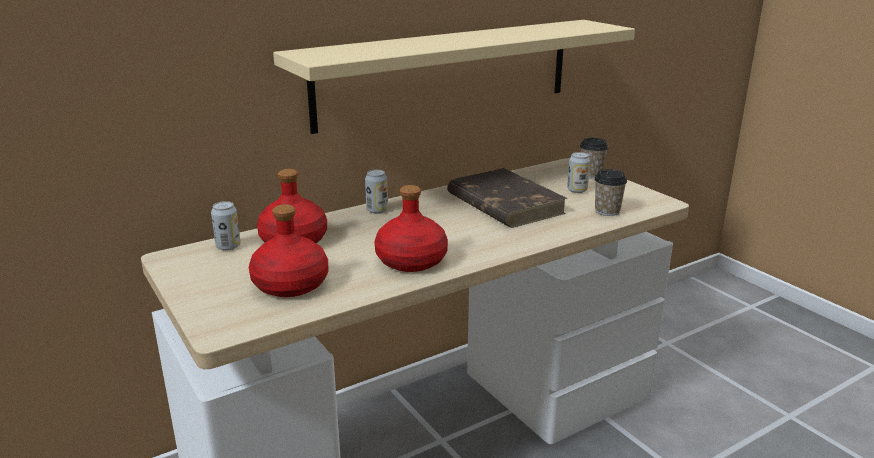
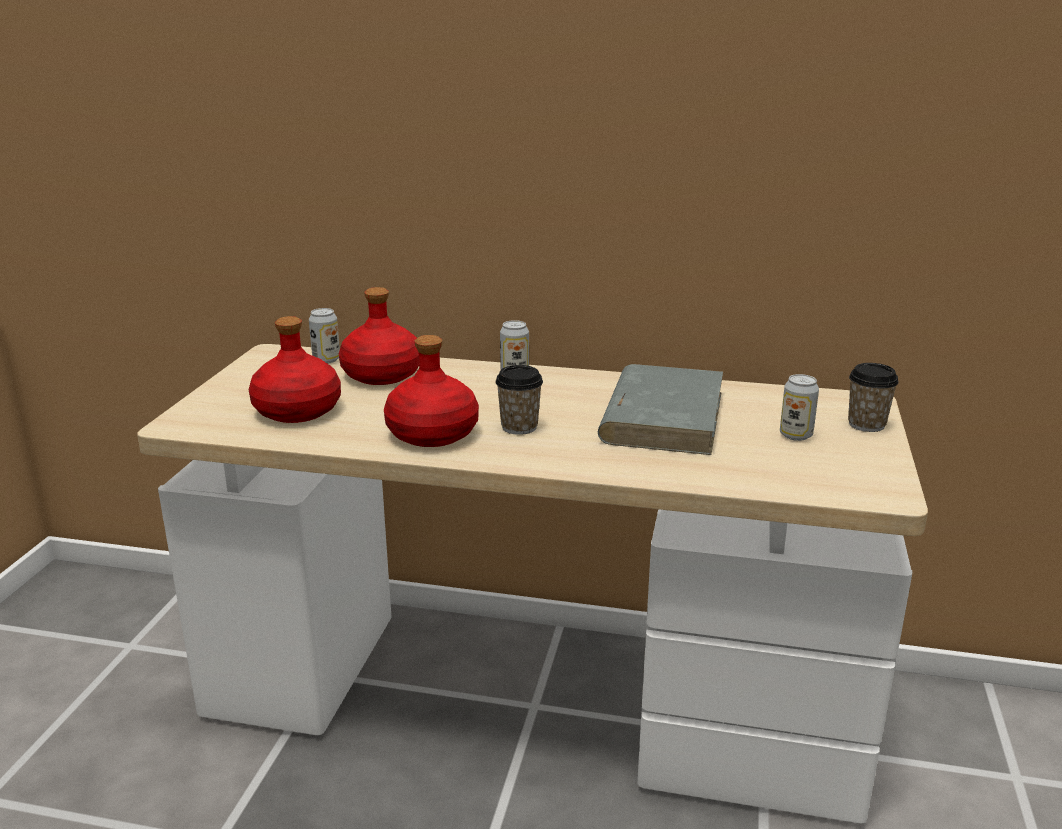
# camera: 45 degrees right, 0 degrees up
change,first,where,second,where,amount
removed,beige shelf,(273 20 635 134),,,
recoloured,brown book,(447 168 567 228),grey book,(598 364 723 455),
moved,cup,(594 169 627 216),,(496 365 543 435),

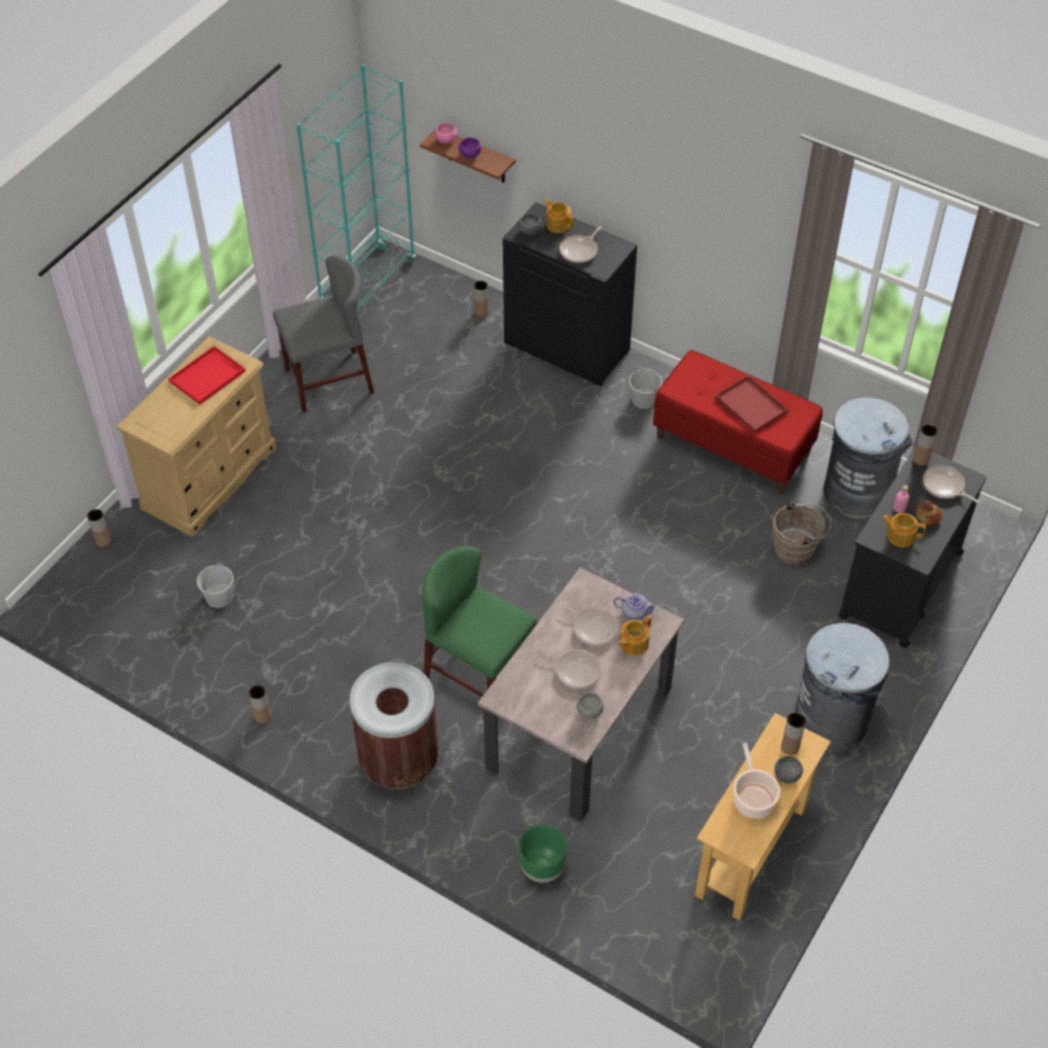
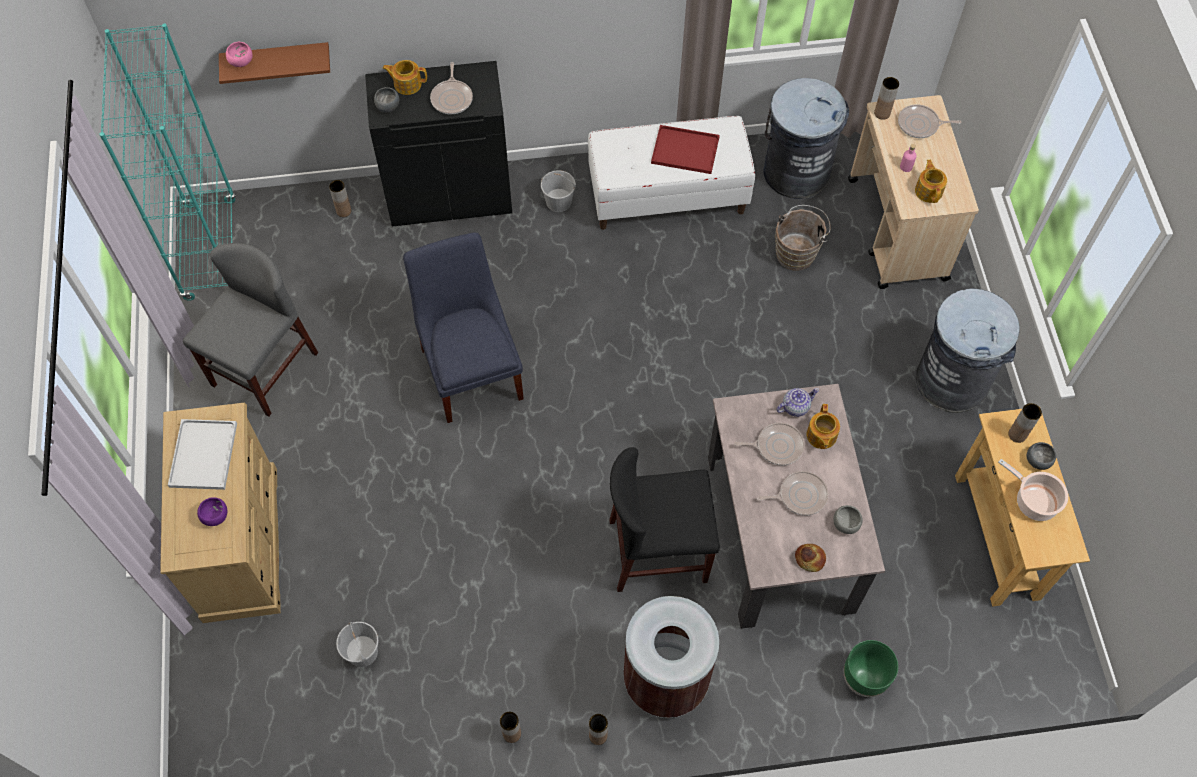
# camera: 40 degrees left, 10 degrees up
change,first,where,second,where,amount
moved,purple bowl,(459 138 481 158),,(197 497 227 526),
recoloured,red tray,(168 346 245 405),white tray,(168 419 237 490),
recoloured,red bench,(653 350 823 495),white bench,(588 116 755 230),
recoloured,black cart,(838 447 987 648),beige cart,(848 95 979 289),
moved,bread,(916 500 942 525),,(795 544 826 572),
moved,brown vase,(87 509 111 547),,(589 714 608 745),
turned,teapot,(882 513 926 547),,(915 160 947 203),105 degrees clockwise
recoloured,green chair,(422 546 537 697),black chair,(609 447 720 592),
added,,,blue chair,(403 232 524 423),

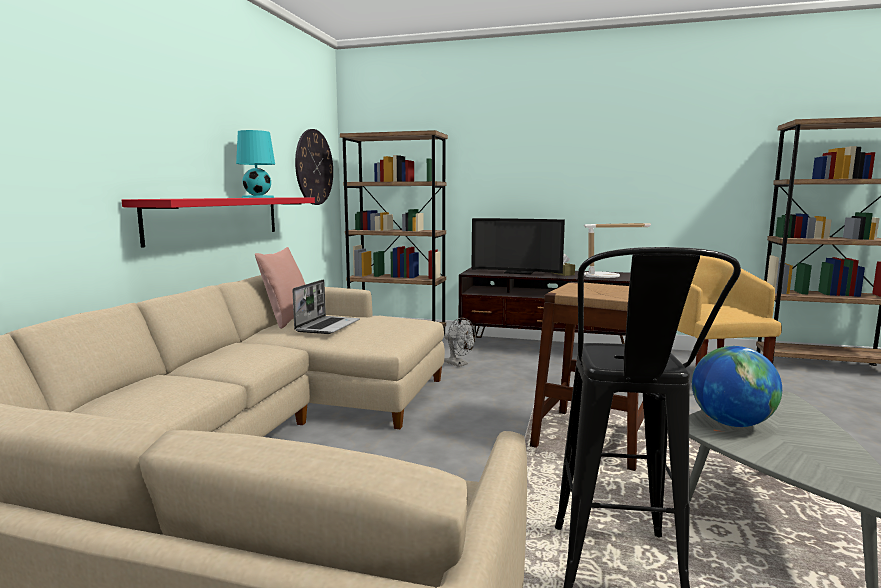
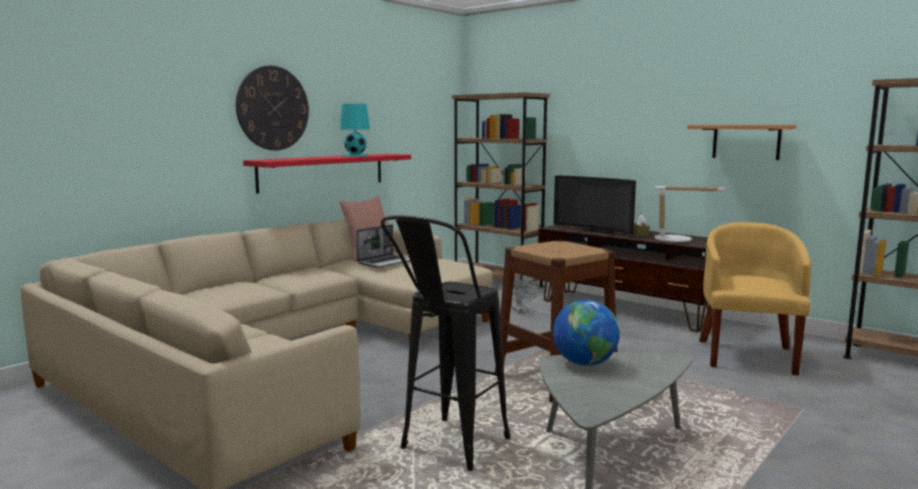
# camera: 25 degrees right, 0 degrees up
change,first,where,second,where,amount
moved,wall clock,(295 129 333 205),,(236 66 309 150),
added,,,shelf,(687 125 796 160),

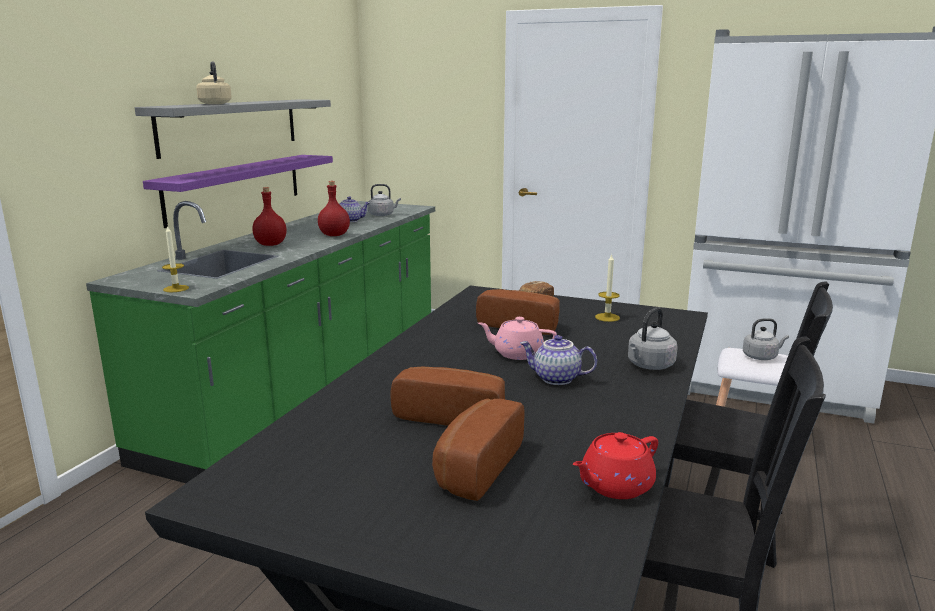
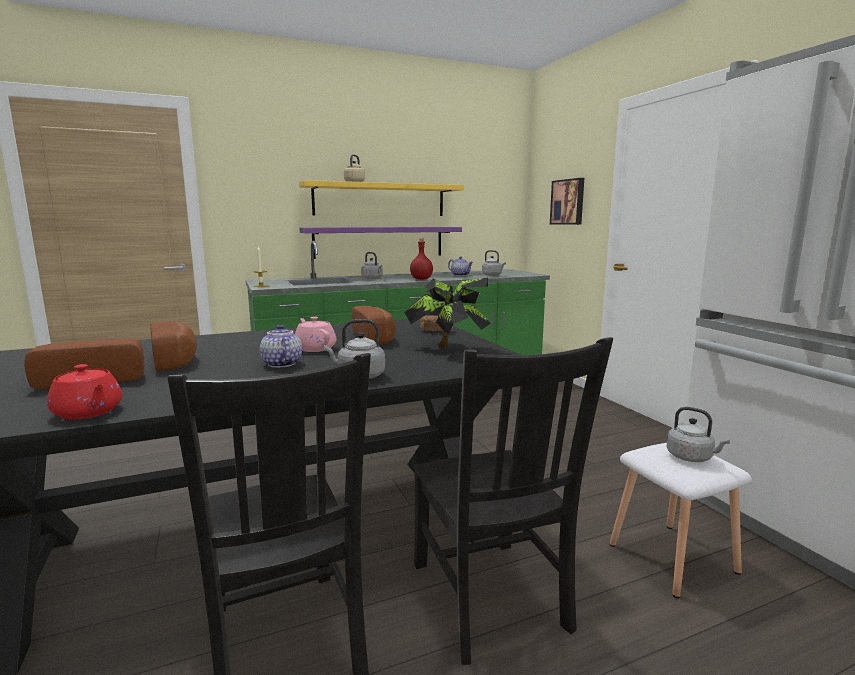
# camera: 45 degrees right, 5 degrees down
change,first,where,second,where,amount
recoloured,grey shelf,(135 99 331 159),yellow shelf,(299 180 464 216),
replaced,red bottle,(252 187 287 246),grey kettle,(361 252 383 279),
replaced,candle,(595 254 620 322),potted plant,(404 278 491 347),
turned,red teapot,(573 432 658 499),,(47 364 122 420),150 degrees counterclockwise
added,,,picture,(550 178 584 225),

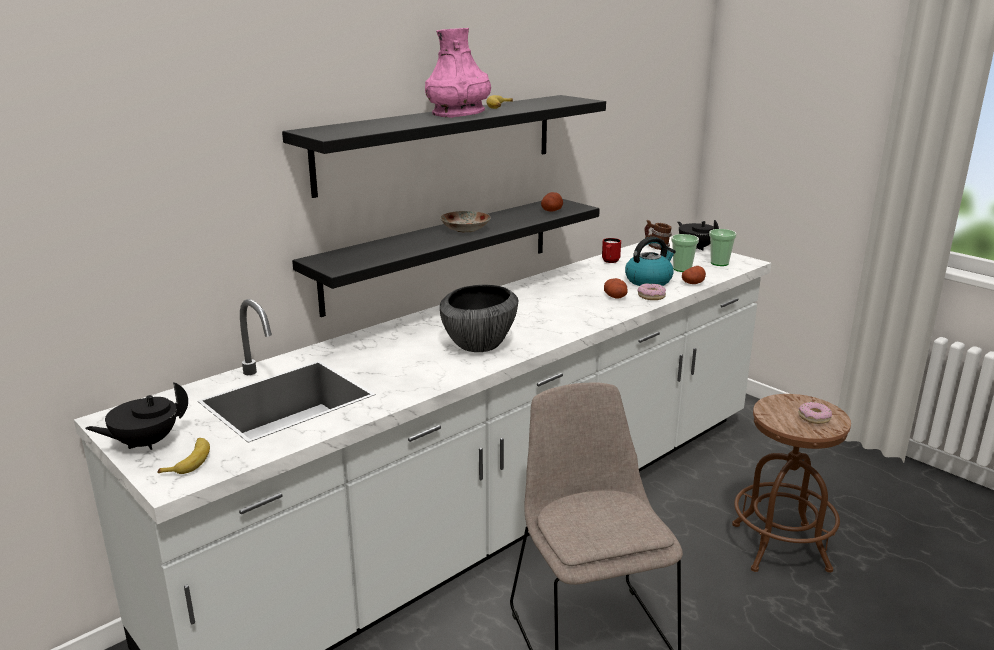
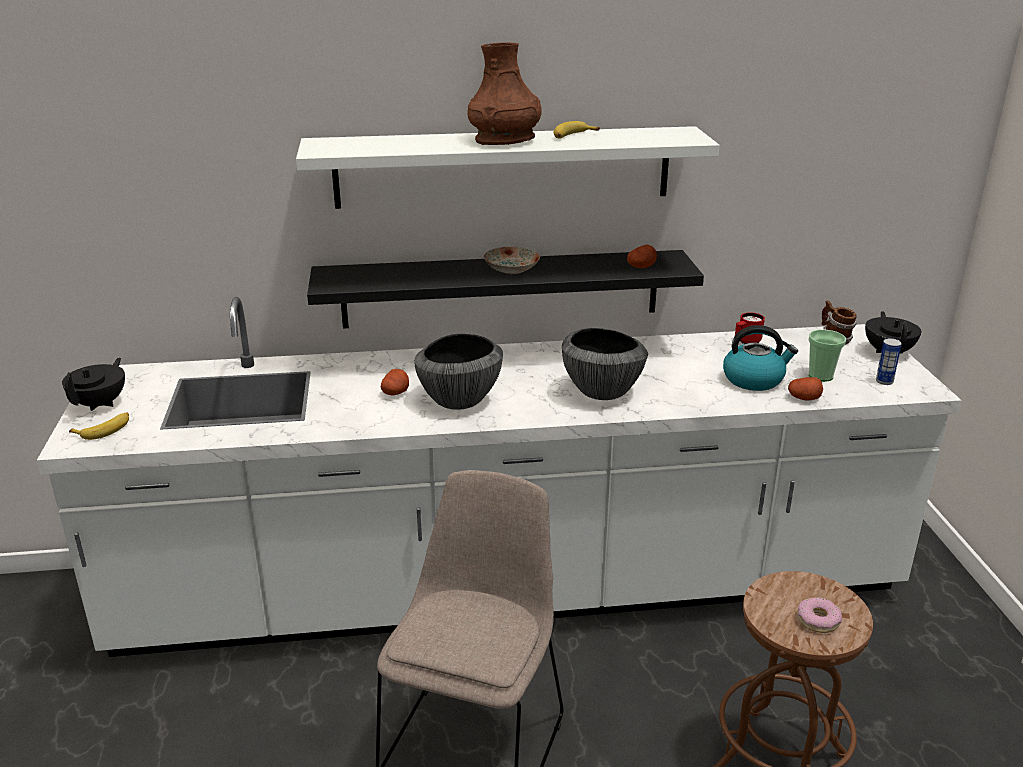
# camera: 35 degrees right, 5 degrees up
change,first,where,second,where,amount
recoloured,pink vase,(425 28 491 118),brown vase,(467 42 542 145),
recoloured,black shelf,(282 95 606 198),white shelf,(296 126 720 209),
replaced,cup,(709 229 737 266),can,(876 338 902 385),
moved,potato,(604 278 628 299),,(381 369 409 395),
removed,donut,(637 283 666 300),,,
turned,black teapot,(85 382 188 450),,(62 358 125 411),105 degrees clockwise
added,,,bowl,(562 328 648 400),

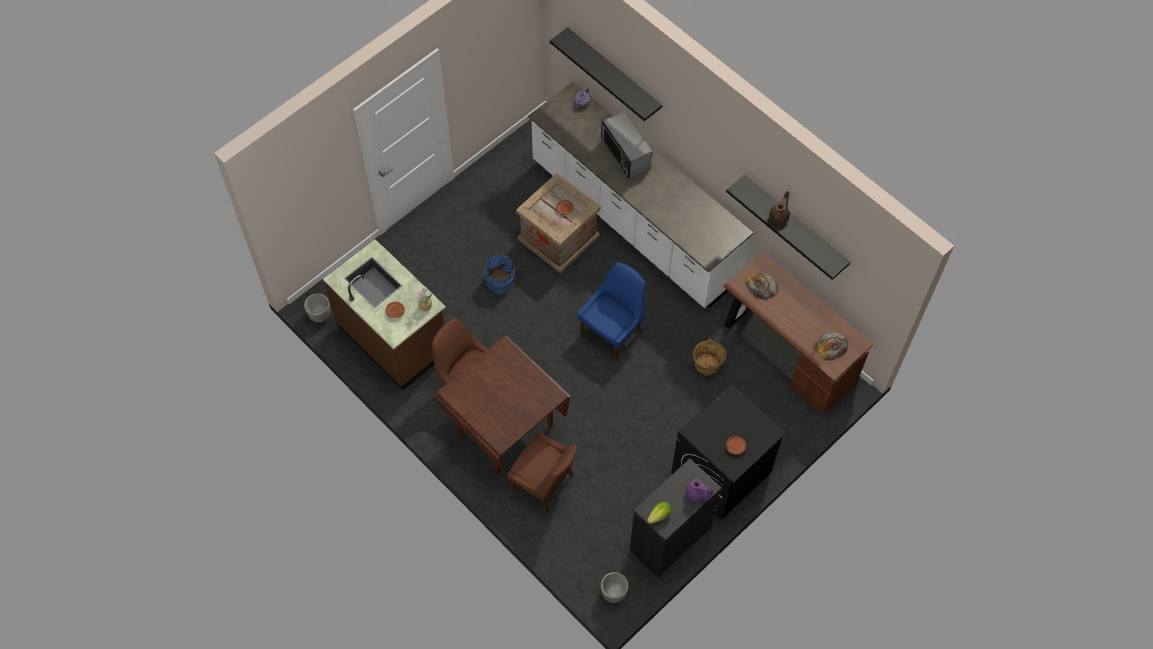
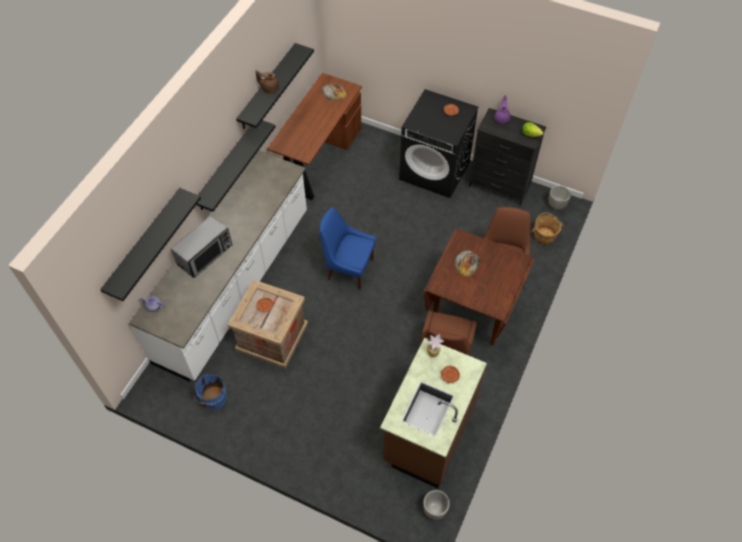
# camera: 110 degrees left, 5 degrees down
change,first,where,second,where,amount
moved,blue bucket,(482 255 515 293),,(193 374 227 410),
moved,bread,(745 272 778 299),,(454 250 481 277),
moved,brown bucket,(693 338 727 376),,(531 212 564 245),
added,,,black shelf,(196 120 275 212),

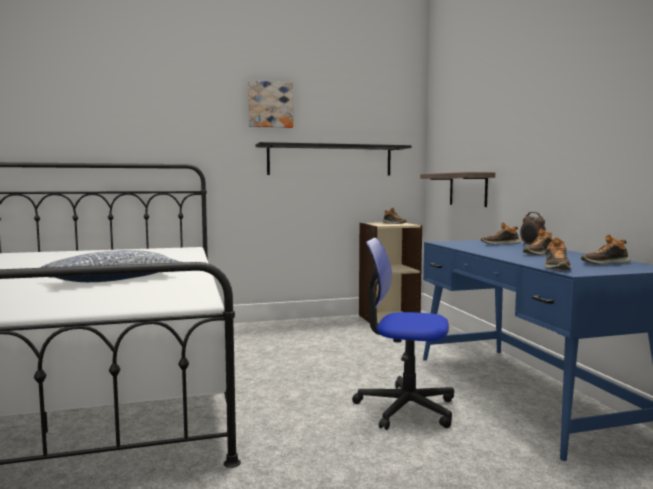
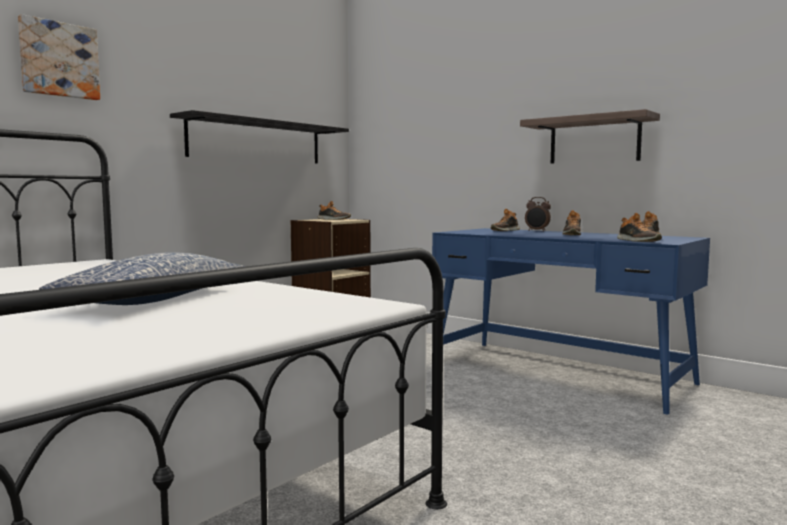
# camera: 35 degrees left, 0 degrees up
change,first,where,second,where,amount
moved,picture,(248 80 293 128),,(18 14 100 100),
moved,shelf,(420 172 495 207),,(520 109 660 164),
removed,office chair,(352 238 454 430),,,

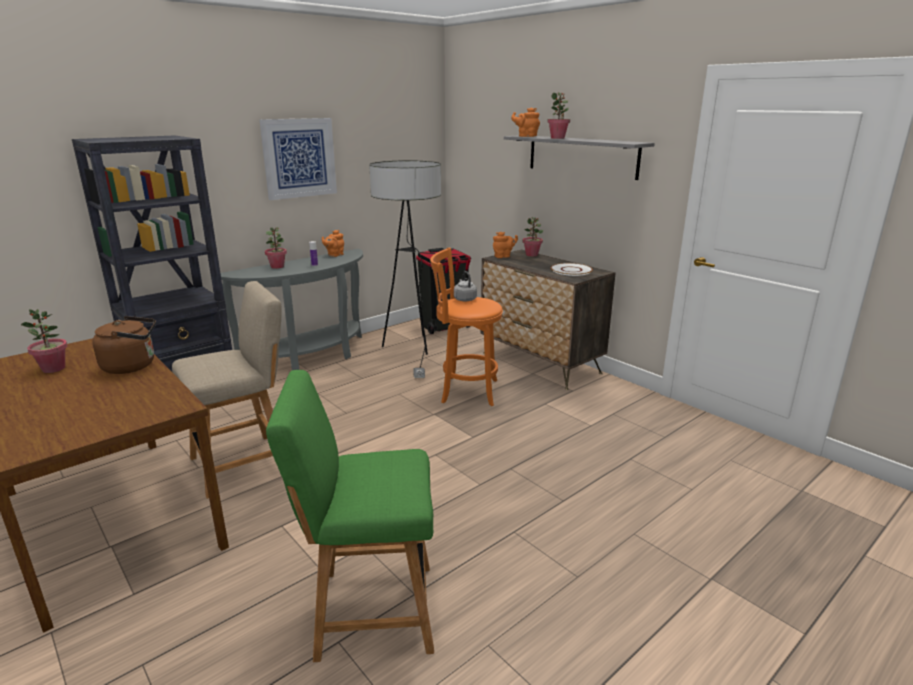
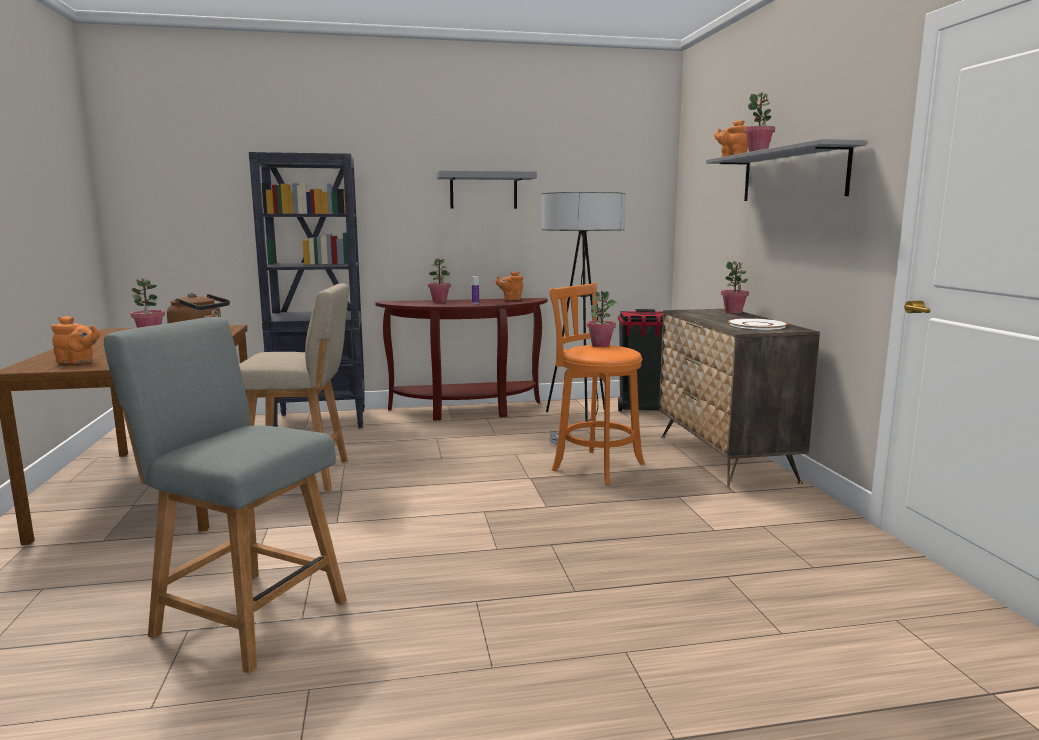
# camera: 30 degrees right, 10 degrees down
change,first,where,second,where,amount
replaced,picture,(259 118 337 200),grey shelf,(437 170 537 209),
moved,orange teapot,(493 232 518 258),,(51 316 100 364),
recoloured,grey console table,(220 249 363 370),brown console table,(375 298 548 421),
replaced,grey kettle,(454 271 477 302),potted plant,(587 291 616 347),
recoloured,green chair,(266 370 434 662),grey chair,(104 317 347 674),

